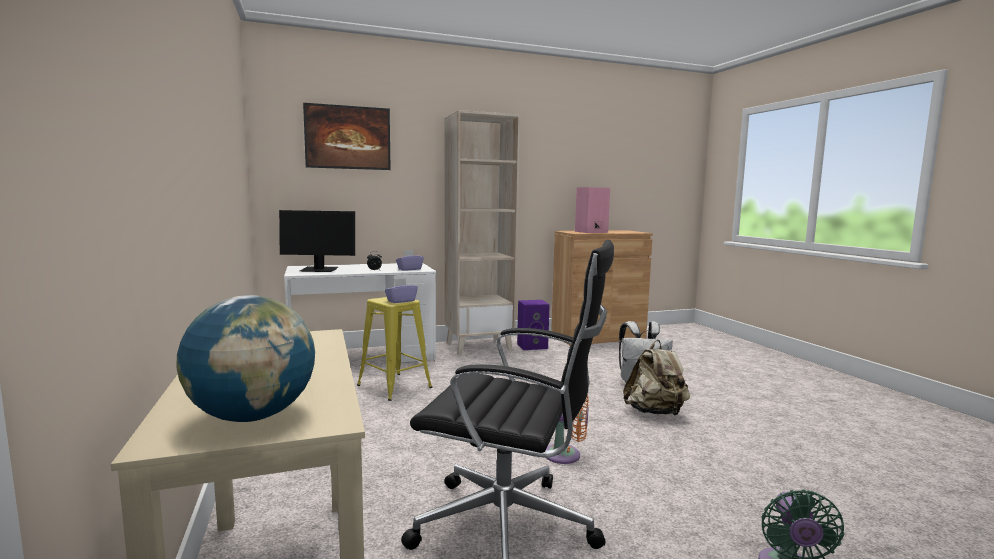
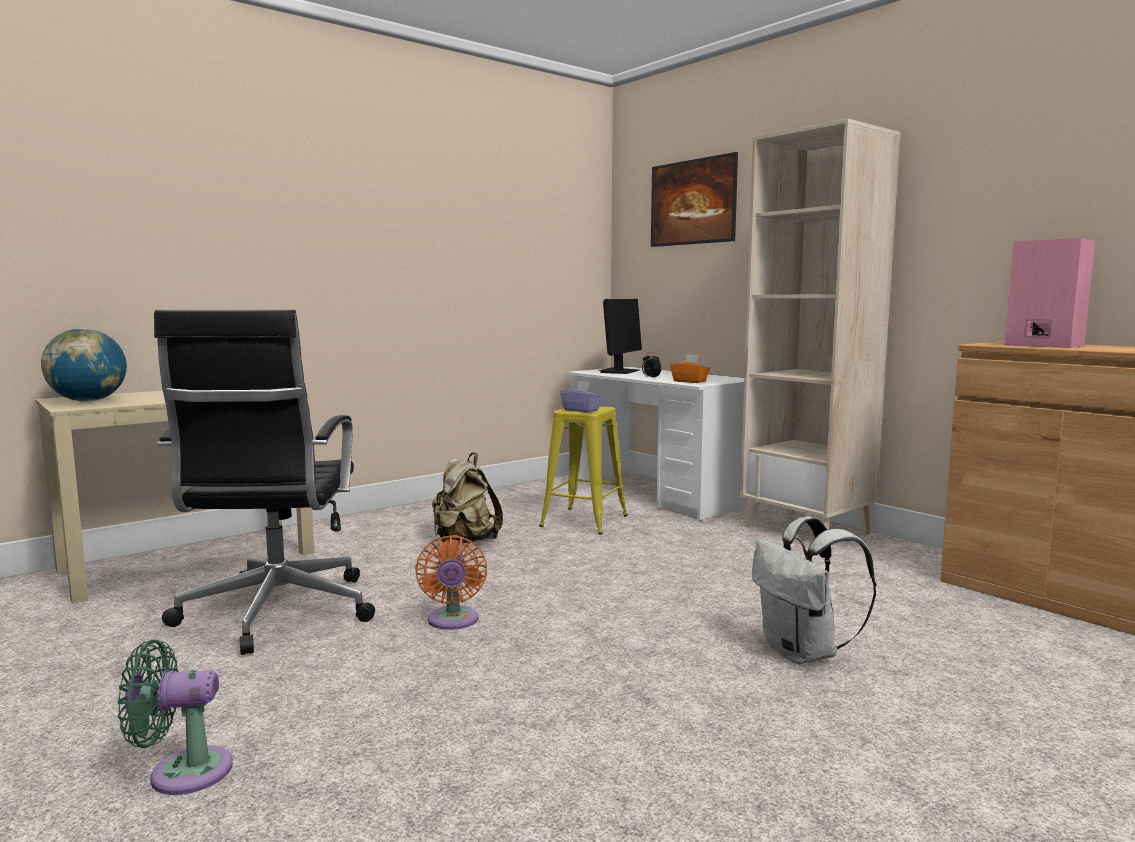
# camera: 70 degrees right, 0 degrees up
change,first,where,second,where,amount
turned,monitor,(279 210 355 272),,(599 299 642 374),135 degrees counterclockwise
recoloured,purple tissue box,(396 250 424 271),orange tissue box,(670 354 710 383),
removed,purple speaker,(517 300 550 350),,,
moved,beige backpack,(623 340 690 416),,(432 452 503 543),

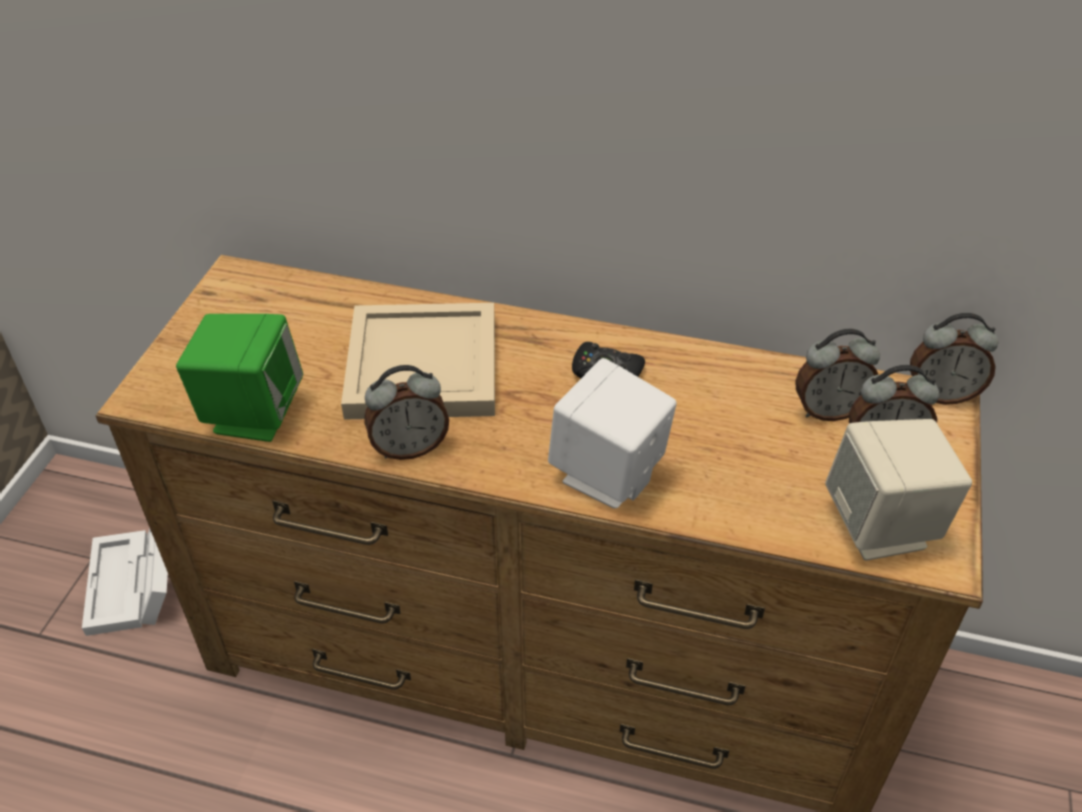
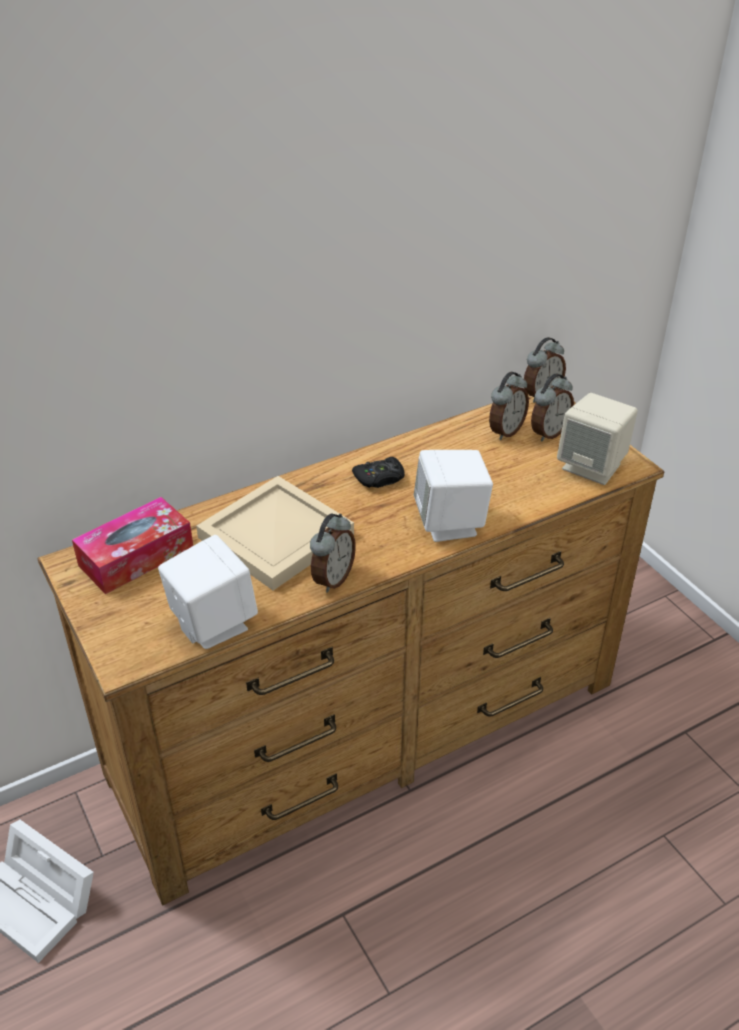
# camera: 45 degrees left, 5 degrees down
change,first,where,second,where,amount
recoloured,green speaker,(176 314 303 442),white speaker,(158 535 258 649),
added,,,tissue box,(72 497 193 594),

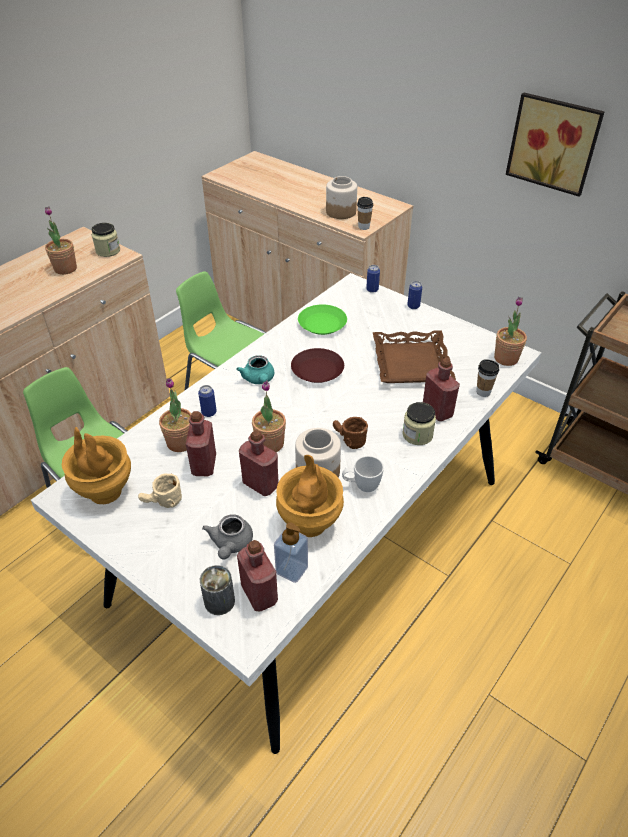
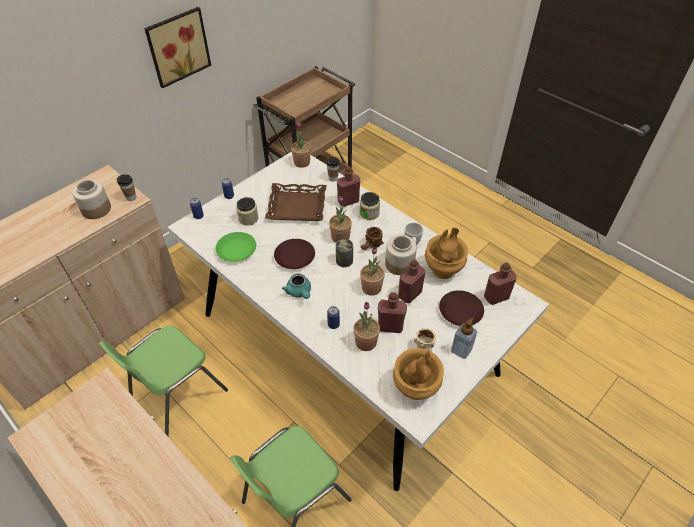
# camera: 85 degrees left, 5 degrees up
change,first,where,second,where,amount
moved,potted plant,(45 206 77 275),,(329 196 352 243),
moved,jar,(92 223 120 257),,(236 197 259 226),
turned,turquoise teapot,(236 355 274 384),,(282 273 311 299),75 degrees clockwise
replaced,grey teapot,(202 514 253 559),brown plate,(439 290 484 326),
moved,soap dispenser,(274 522 308 583),,(451 318 477 359),
moved,can,(200 565 235 615),,(336 239 353 267),

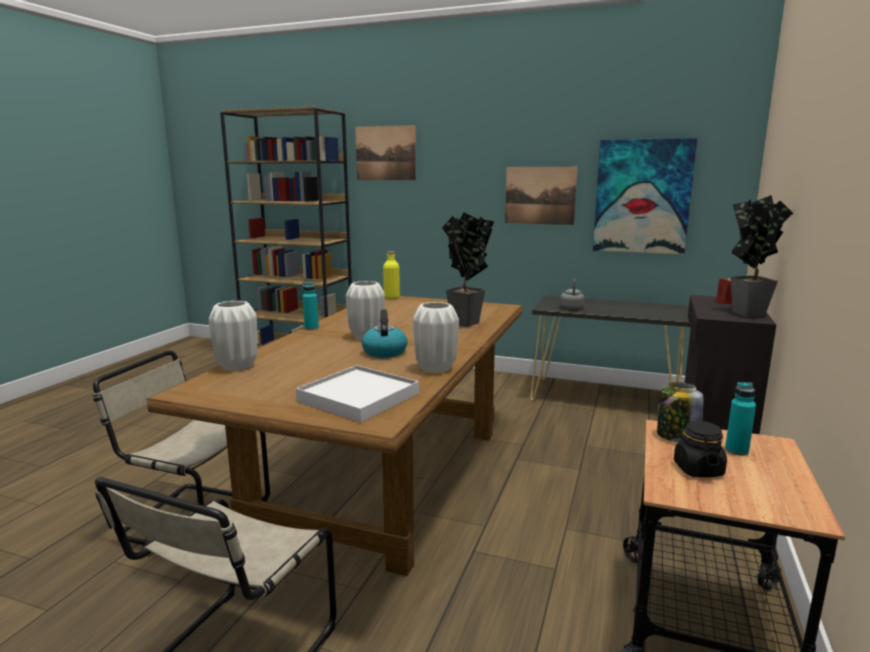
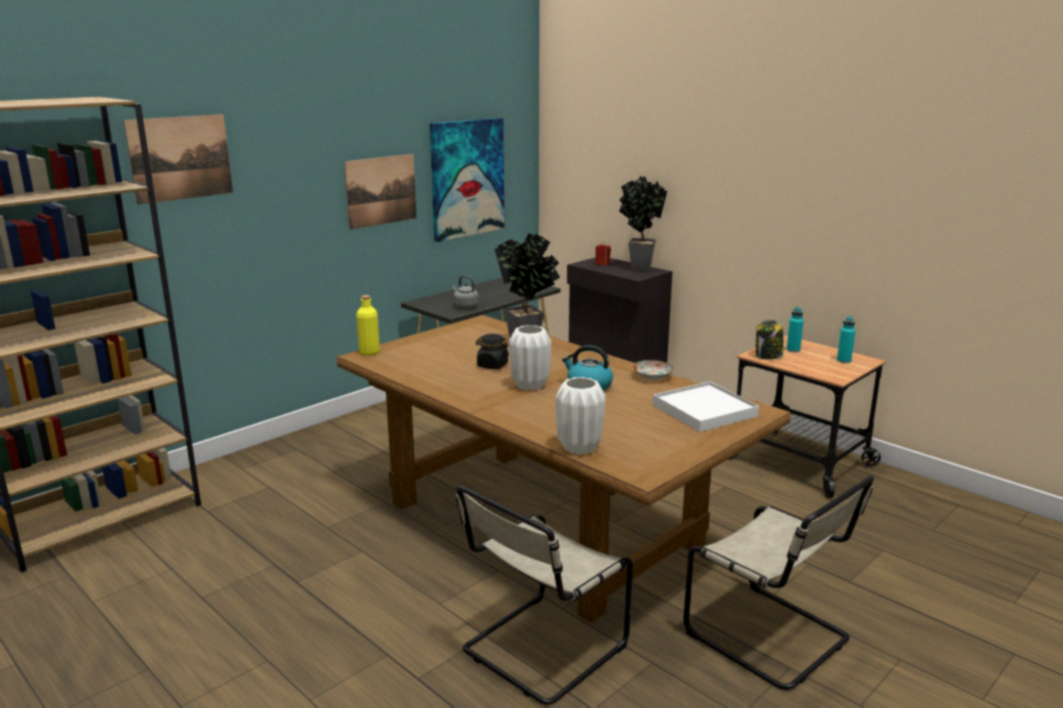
# camera: 65 degrees left, 5 degrees up
change,first,where,second,where,amount
moved,turquoise bottle,(303 282 319 330),,(837 316 855 363),
replaced,white vase,(413 302 459 373),plate,(633 360 674 380),
moved,black jar,(674 421 727 477),,(476 334 509 369),

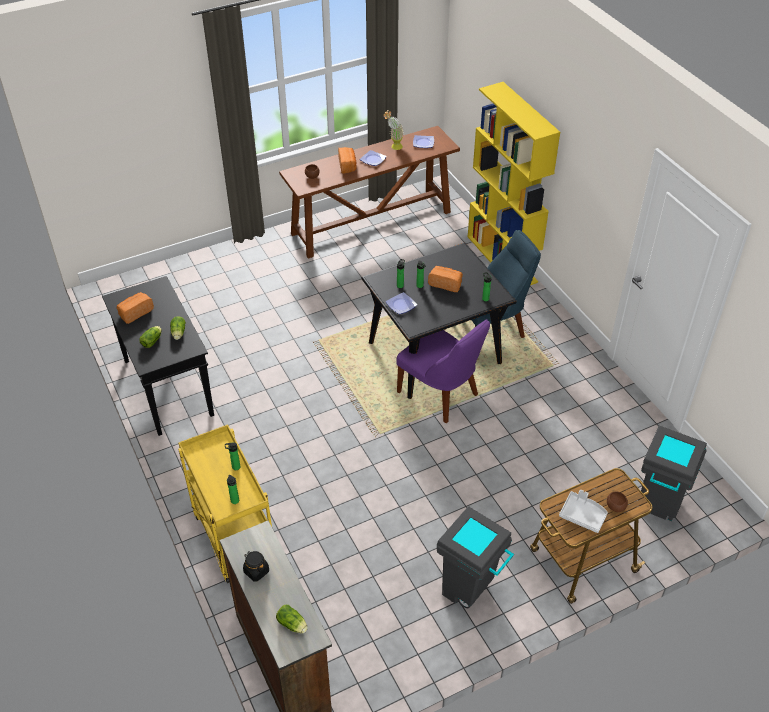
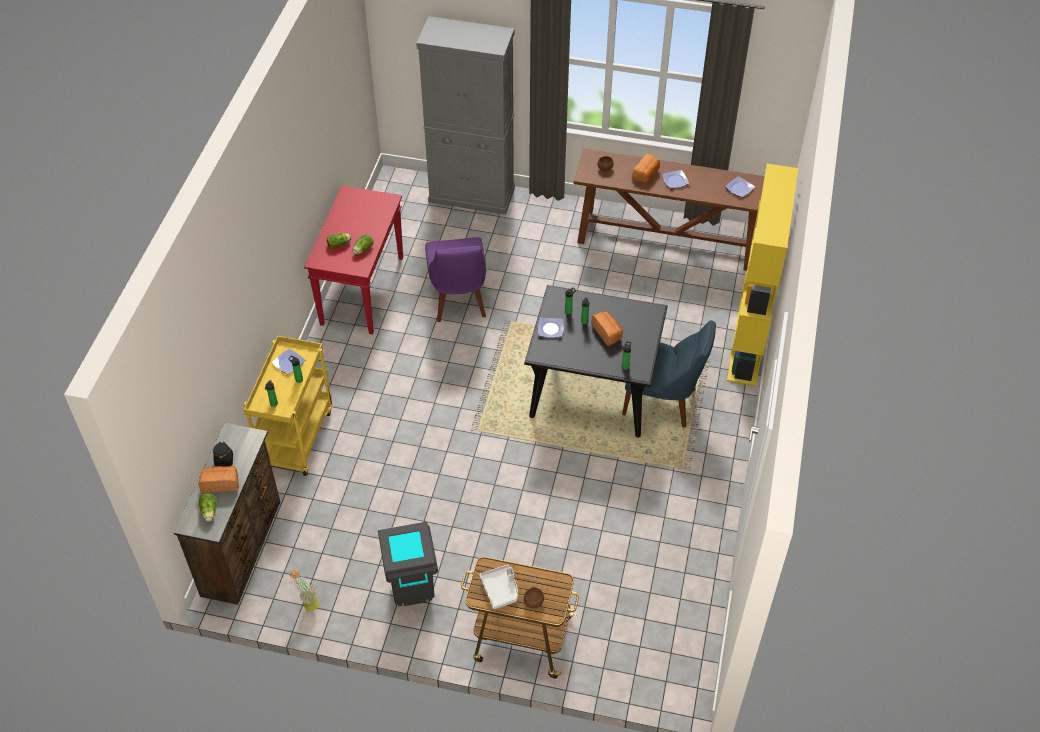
# camera: 40 degrees right, 5 degrees up
change,first,where,second,where,amount
moved,potted plant,(383 110 404 150),,(290 568 319 611),
recoloured,black console table,(102 276 214 436),red console table,(304 186 403 335),
moved,bread,(117 292 154 324),,(198 466 239 493),
moved,purple chair,(396 320 490 423),,(425 237 486 322),
removed,grey trash can,(639 426 707 521),,,
added,,,grey cabinet,(416 16 515 215),
added,,,plate,(272 349 305 374),

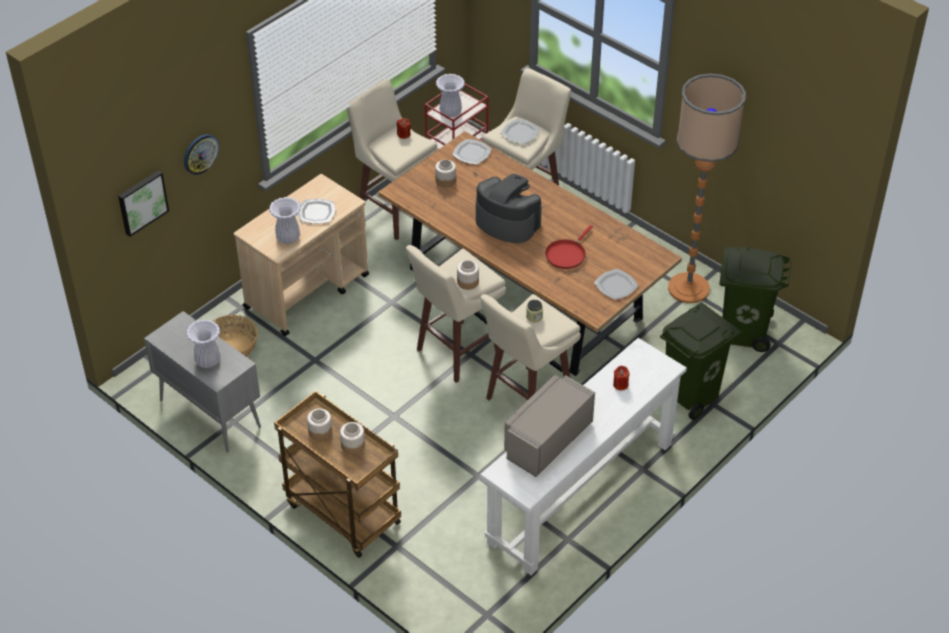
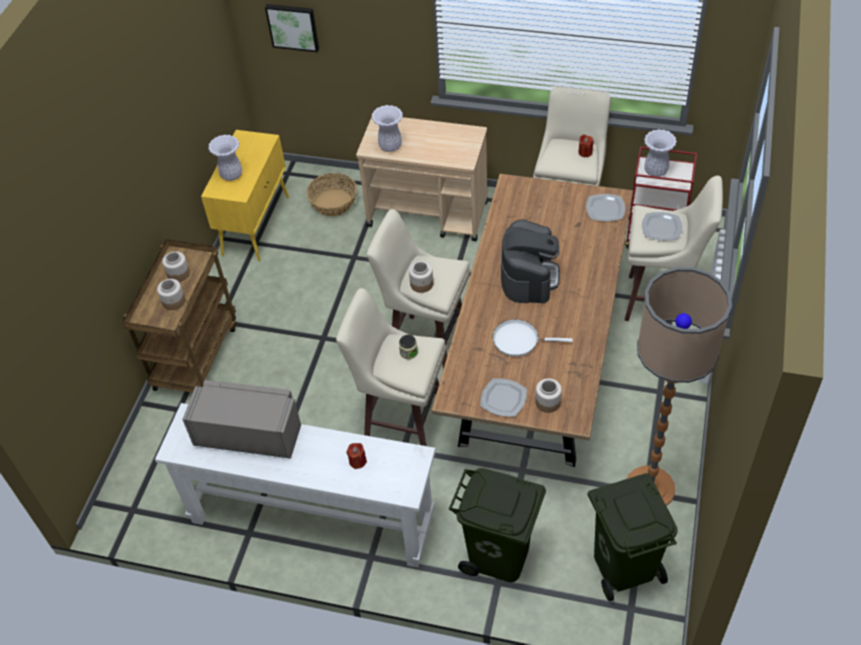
# camera: 65 degrees right, 5 degrees up
change,first,where,second,where,amount
removed,wall clock,(184 134 219 175),,,
moved,jar,(435 160 456 187),,(535 378 562 413),
removed,plate,(298 199 335 224),,,
recoloured,red frying pan,(545 225 593 269),white frying pan,(492 319 573 357),
recoloured,grey cabinet,(144 311 261 453),yellow cabinet,(201 130 289 262),

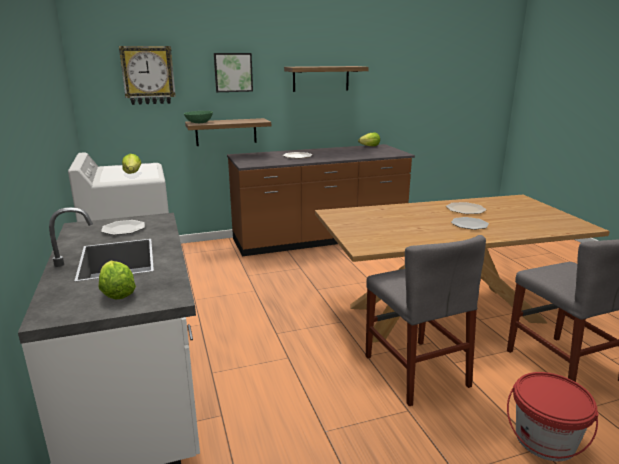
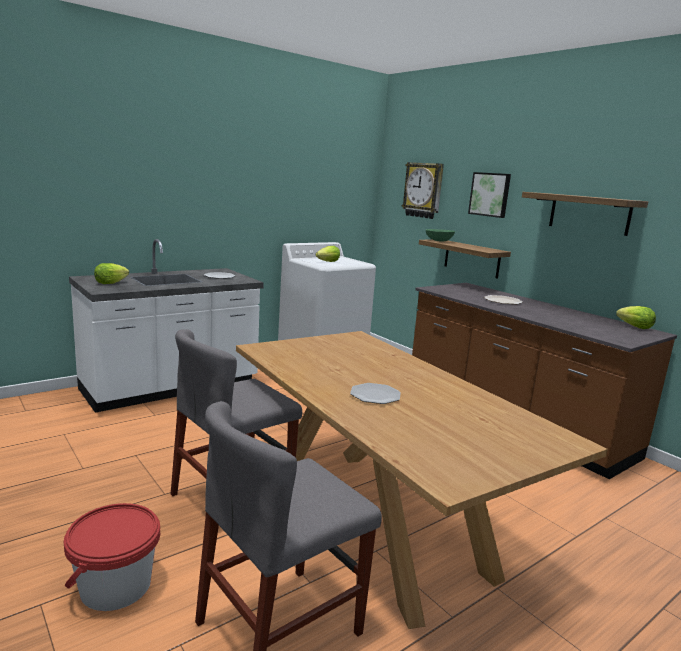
# camera: 70 degrees right, 5 degrees down
change,first,where,second,where,amount
removed,plate,(446 202 486 214),,,

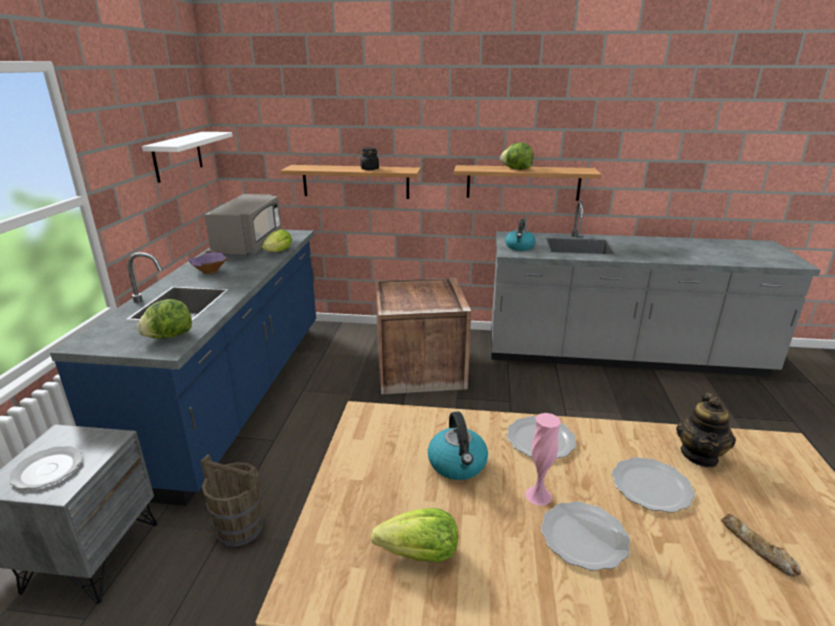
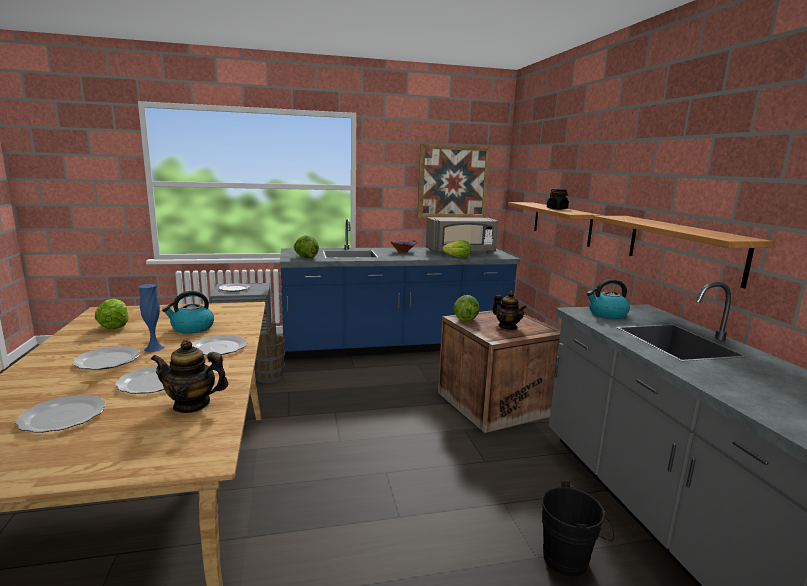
# camera: 70 degrees right, 10 degrees down
change,first,where,second,where,amount
replaced,white shelf,(142 132 233 183),picture,(417 144 491 218),
moved,lettuce,(500 142 533 169),,(453 295 480 322),
recoloured,pink vase,(525 413 561 506),blue vase,(138 284 164 352),
replaced,bread,(721 514 801 577),plate,(15 395 106 433),
added,,,teapot,(492 292 527 330),
added,,,black bucket,(542 481 614 577),

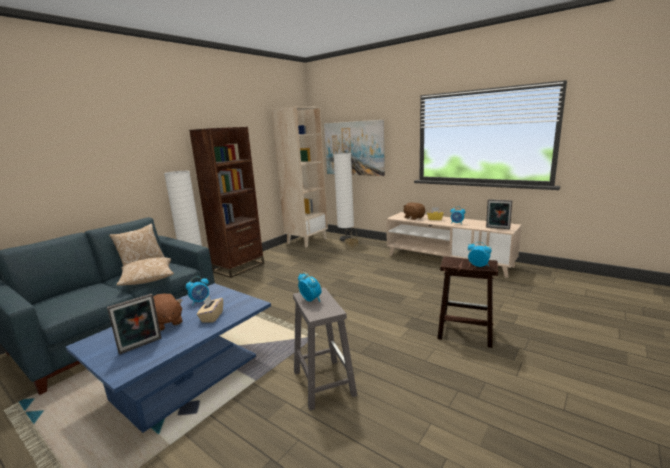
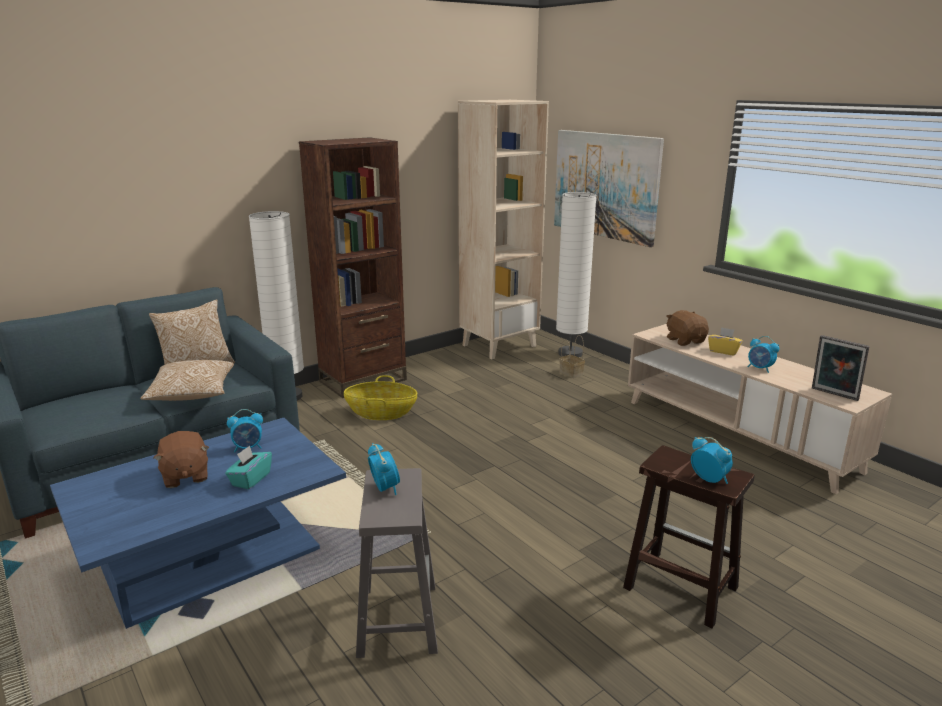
# camera: 15 degrees right, 5 degrees up
change,first,where,second,where,amount
removed,picture frame,(107 294 161 354),,,
recoloured,beige tissue box,(197 296 223 323),turquoise tissue box,(225 445 272 489),
added,,,basket,(344 375 417 420),

